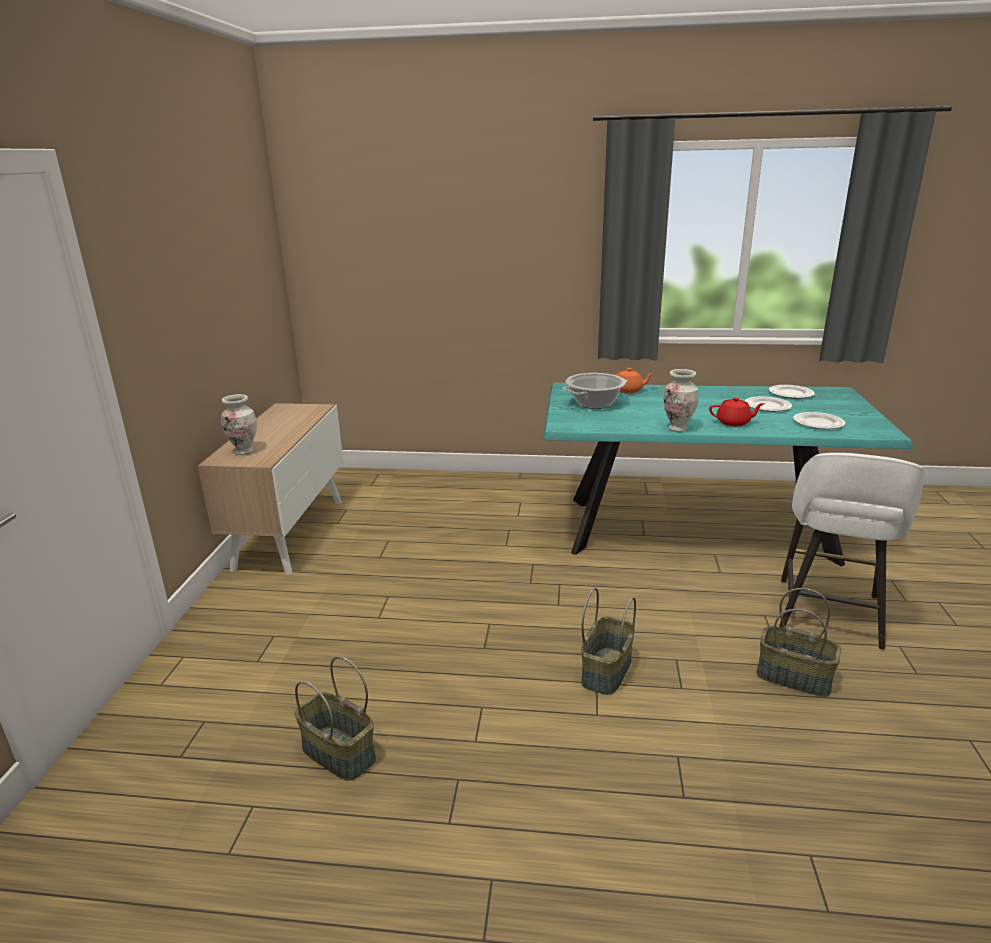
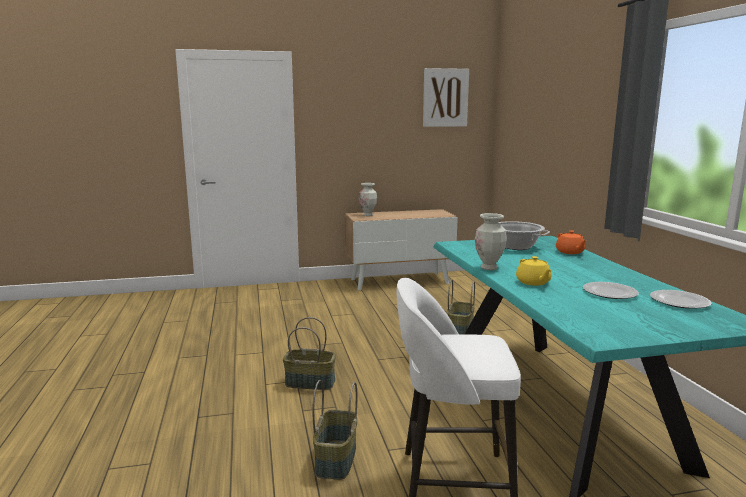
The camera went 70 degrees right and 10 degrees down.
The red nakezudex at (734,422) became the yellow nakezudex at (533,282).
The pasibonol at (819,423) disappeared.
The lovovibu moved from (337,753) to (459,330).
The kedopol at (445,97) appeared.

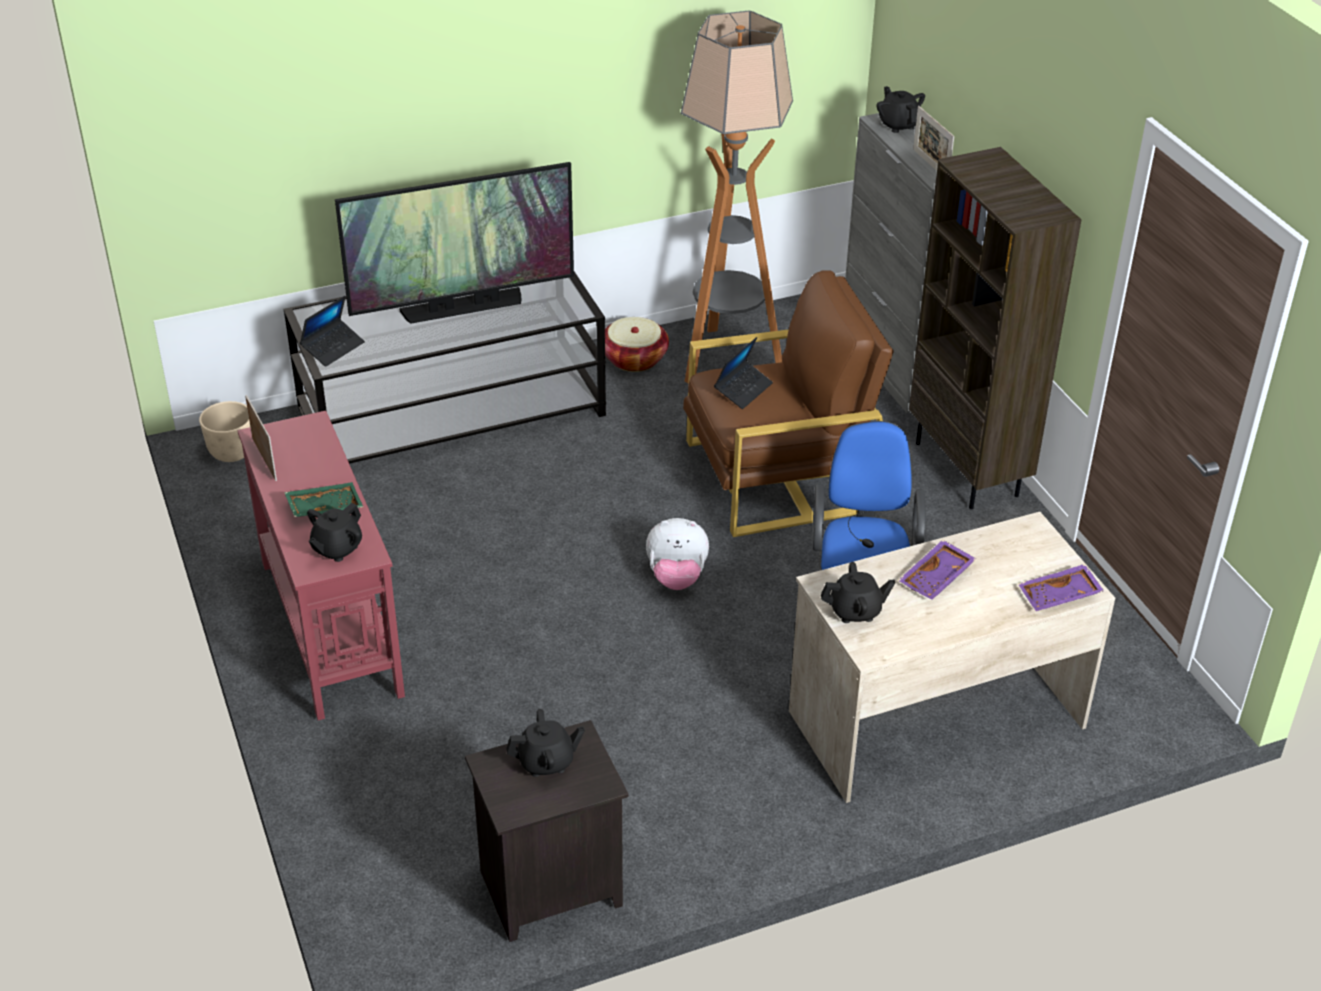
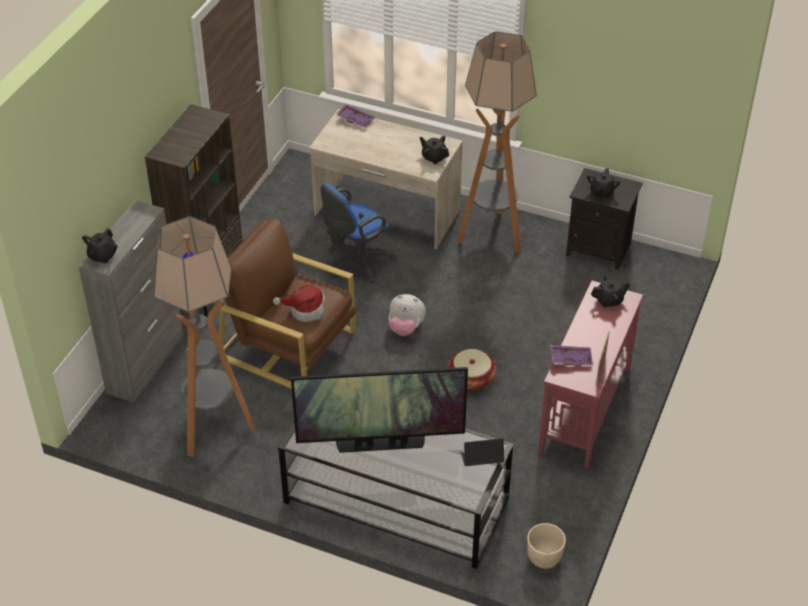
The camera went 135 degrees left and 5 degrees up.
The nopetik at (930,165) disappeared.
The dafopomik at (463,307) turned 150 degrees clockwise.
The lovovibu moved from (634,359) to (471,378).
The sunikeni at (743,389) was replaced by the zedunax at (305,309).
The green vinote at (324,507) disappeared.
The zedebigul at (676,578) turned 150 degrees clockwise.
The purple vinote moved from (937,578) to (570,358).
The black nakezudex at (546,762) turned 105 degrees counterclockwise.
The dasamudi at (492,234) appeared.

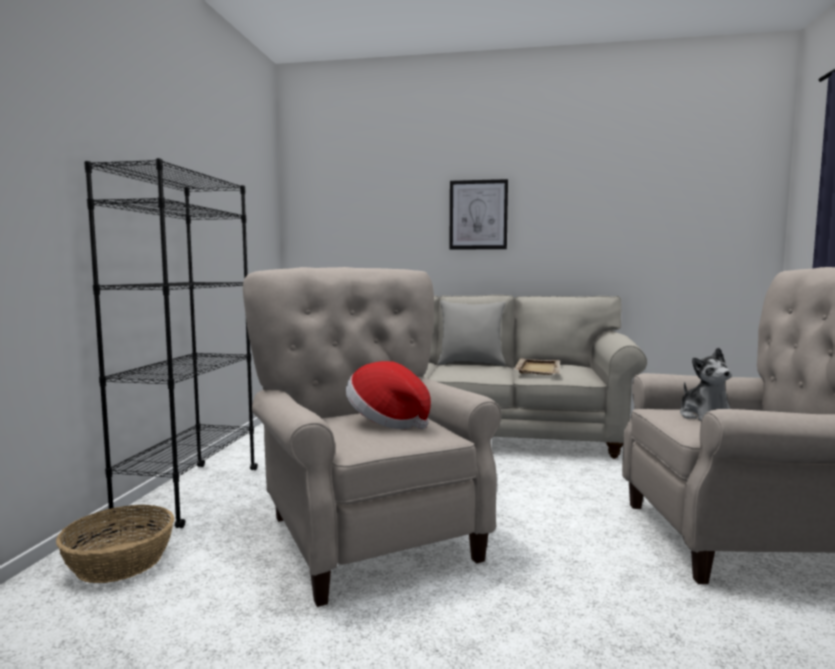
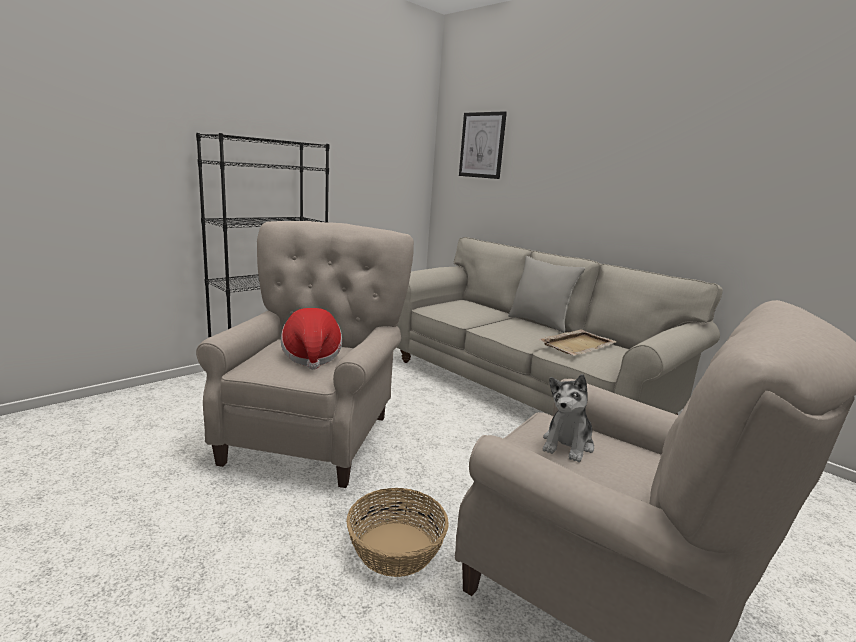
The camera went 35 degrees right and 10 degrees up.
The kedopol moved from (478,215) to (482,145).
The lovovibu moved from (120,562) to (395,549).

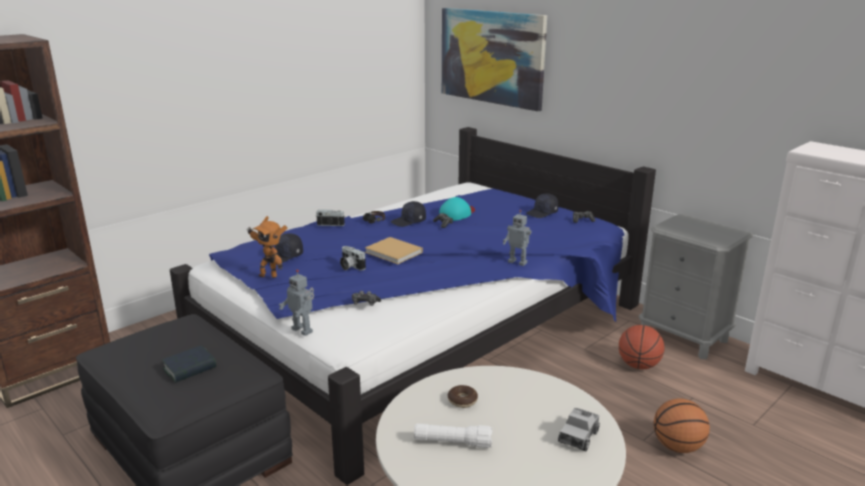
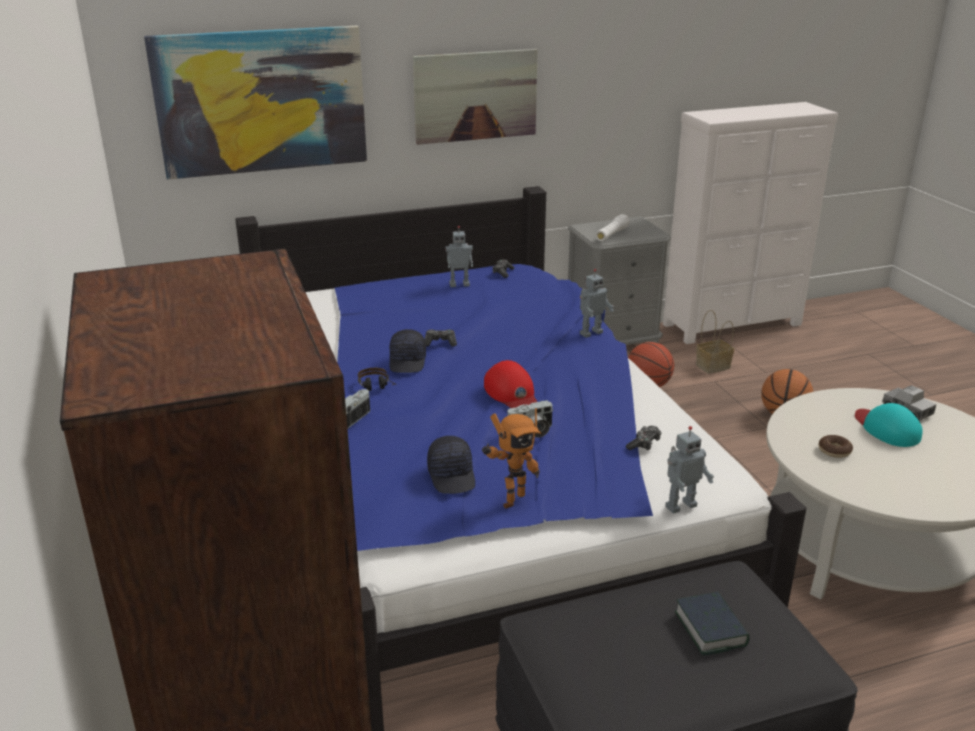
The camera went 65 degrees left and 5 degrees up.
The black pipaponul at (542,213) was replaced by the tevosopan at (459,284).
The turquoise pipaponul moved from (457,214) to (886,429).
The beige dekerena at (395,253) was replaced by the red pipaponul at (511,392).
The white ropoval moved from (453,442) to (611,235).
The kedopol at (475,96) appeared.
The lovovibu at (713,366) appeared.

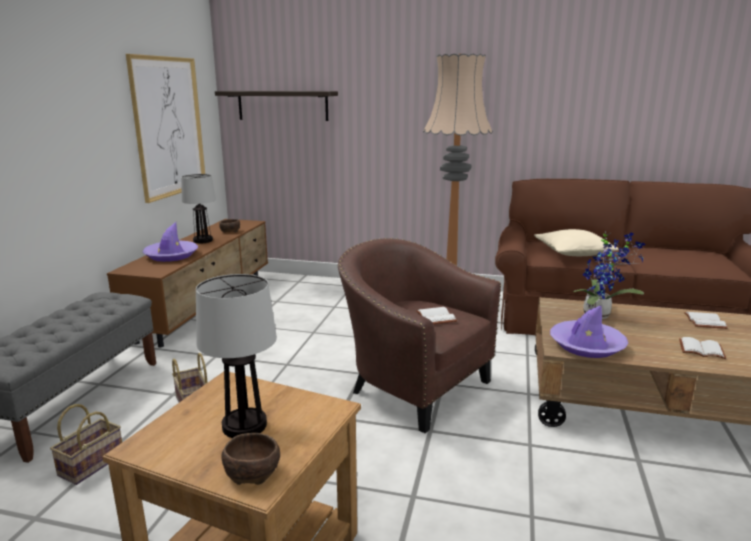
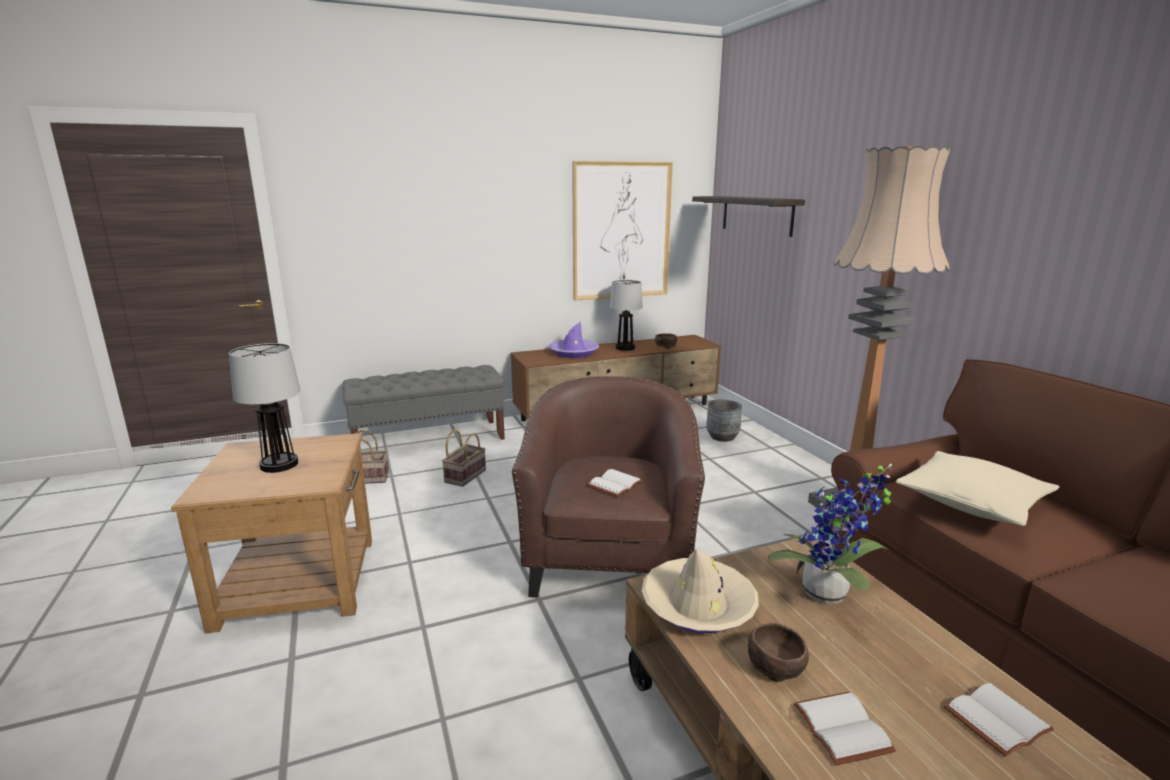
The camera went 55 degrees right and 0 degrees up.
The purple zedunax at (586,345) became the beige zedunax at (698,605).
The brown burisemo moved from (252,471) to (776,665).
The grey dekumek at (722,437) appeared.

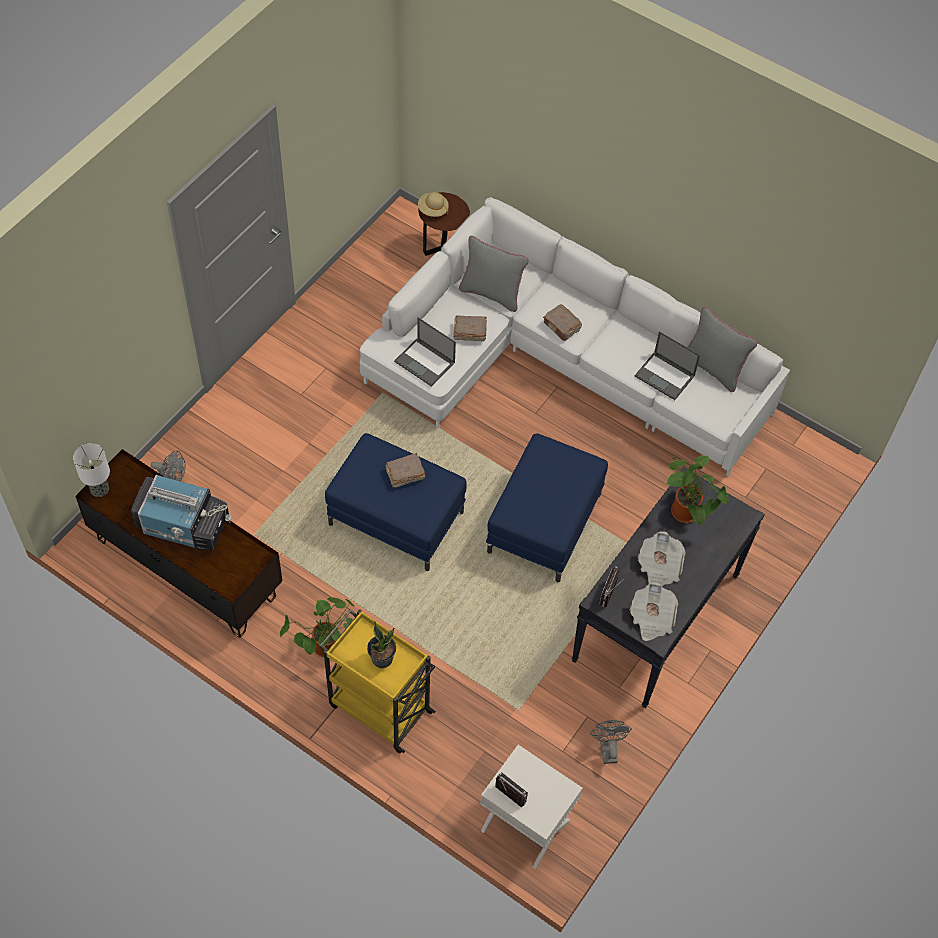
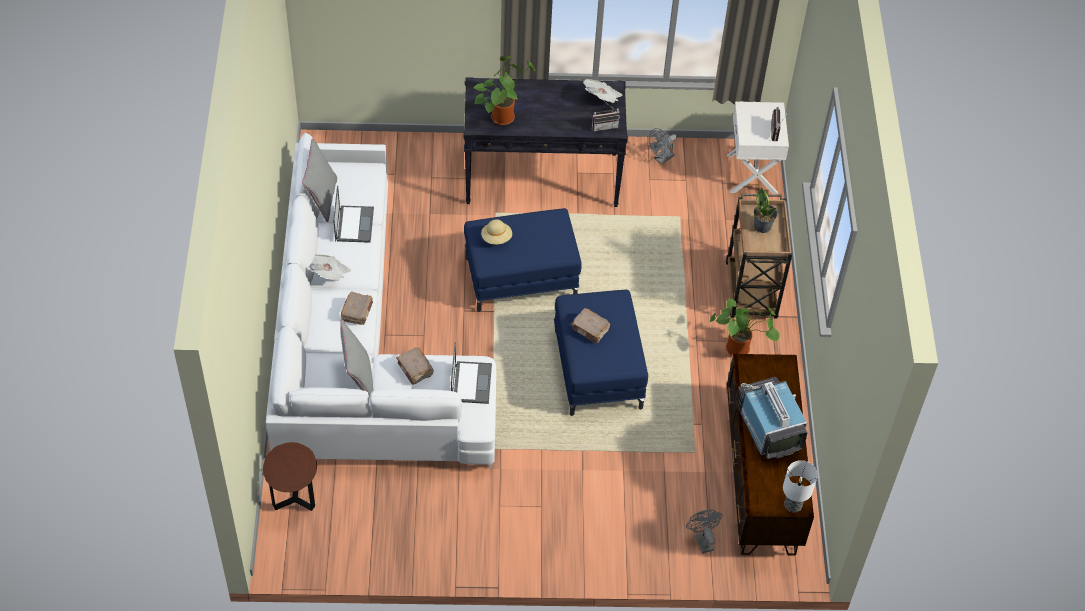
The camera went 125 degrees left and 5 degrees down.
The beige zedunax moved from (433,210) to (496,238).
The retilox moved from (659,567) to (329,273).
The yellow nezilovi at (379,707) became the brown nezilovi at (751,292).

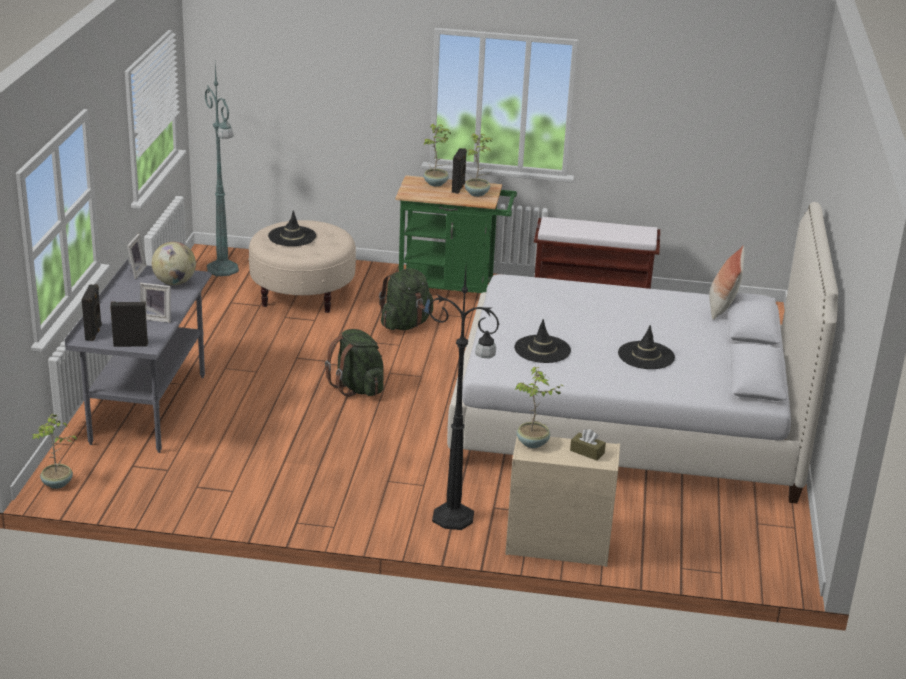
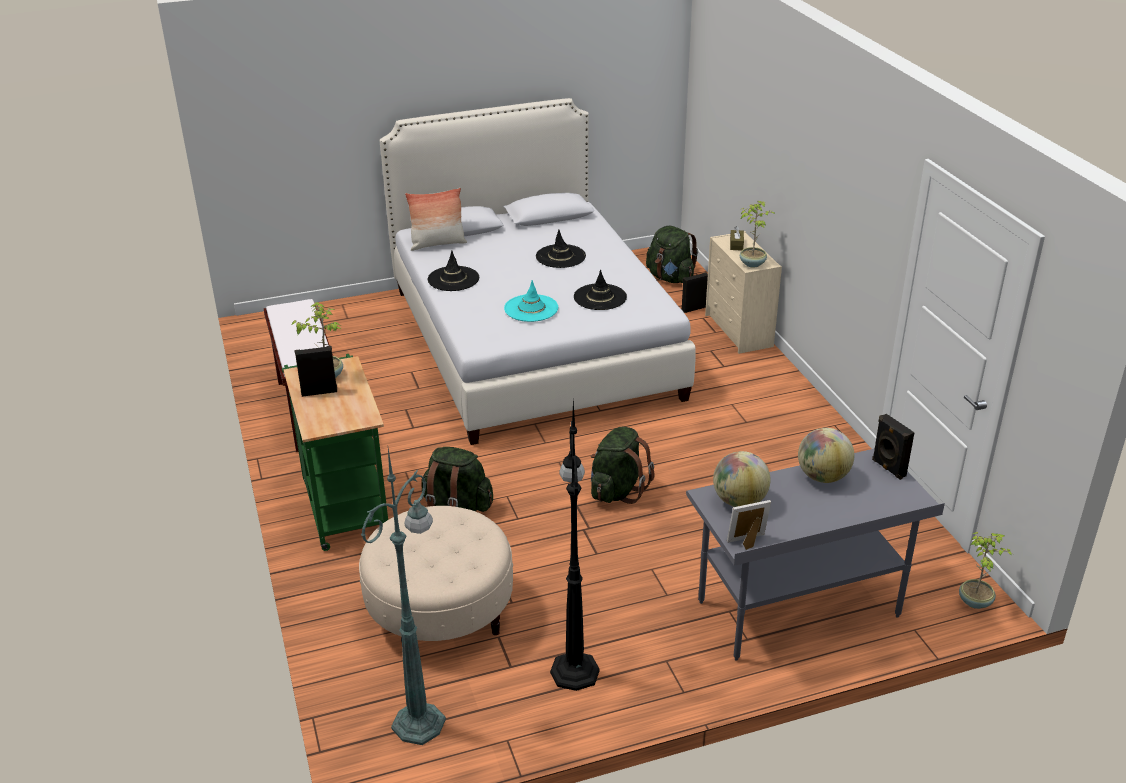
The camera went 115 degrees left and 5 degrees up.
The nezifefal at (436,184) disappeared.
The black zedunax moved from (292,236) to (453,279).
The black dasamudi moved from (455,518) to (575,669).
The nopetik at (157,318) was replaced by the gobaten at (822,476).
The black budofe moved from (94,333) to (693,308).
The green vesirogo at (670,278) appeared.
The turquoise zedunax at (531,308) appeared.

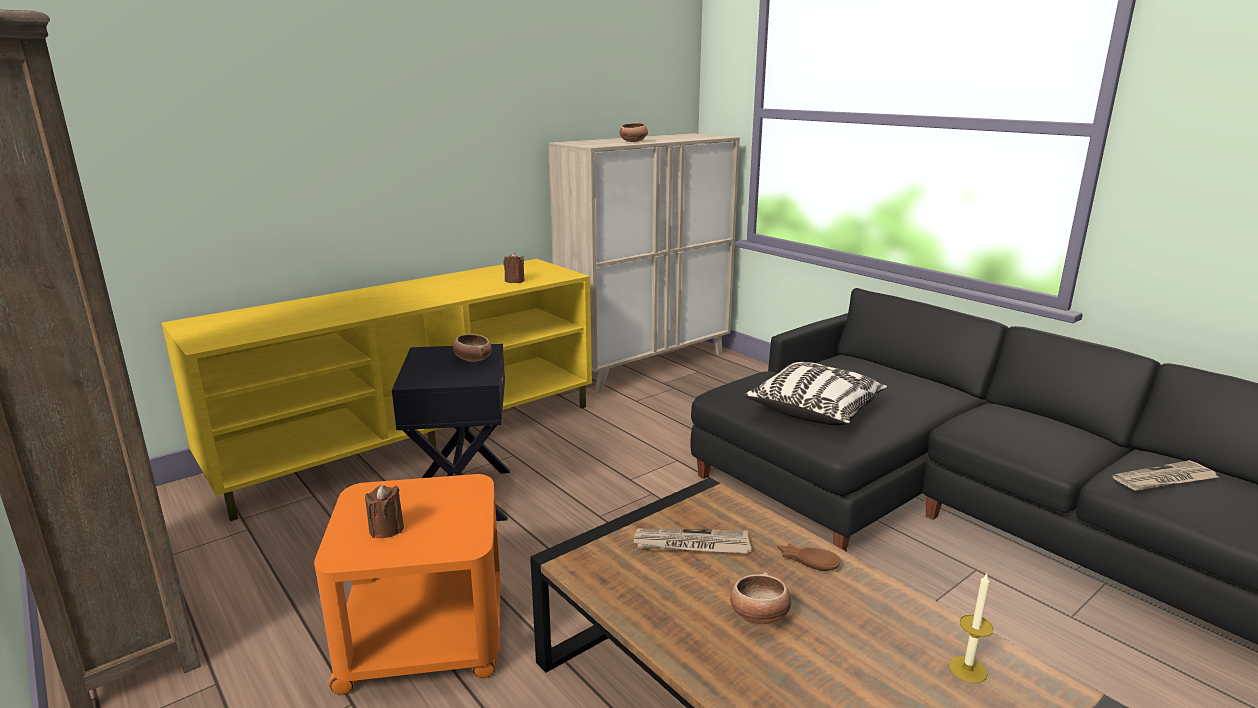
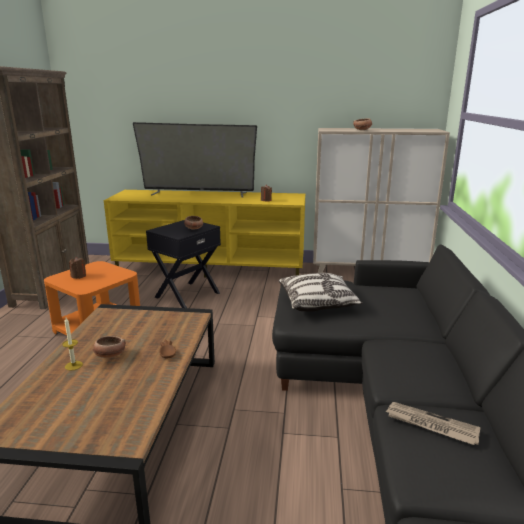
The camera went 45 degrees right and 0 degrees up.
The retilox at (691,545) disappeared.
The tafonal moved from (967,669) to (73,365).
The dafopomik at (198,194) appeared.

